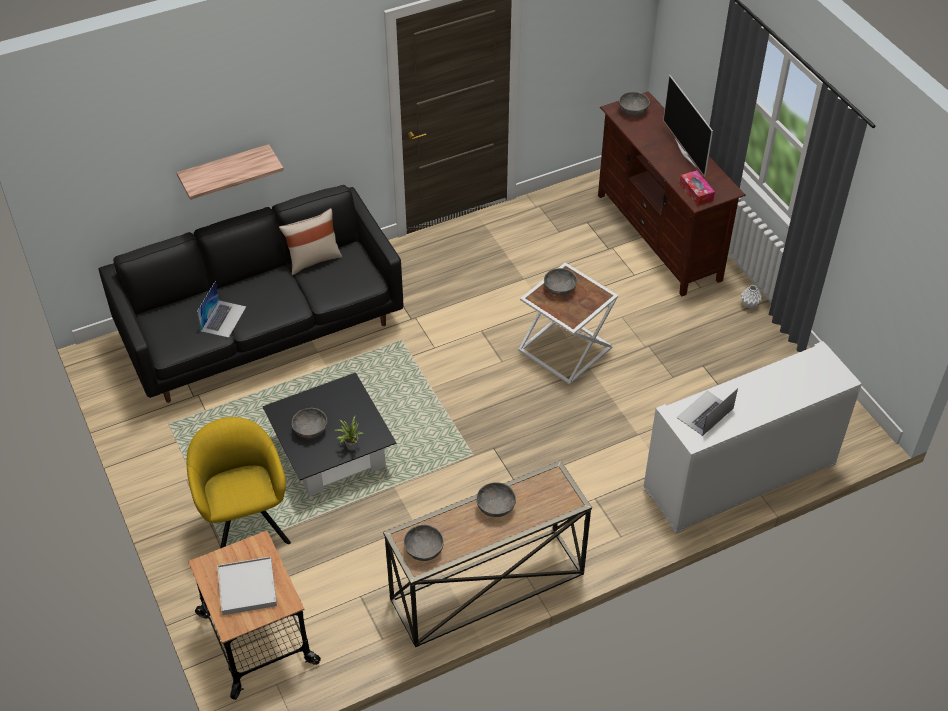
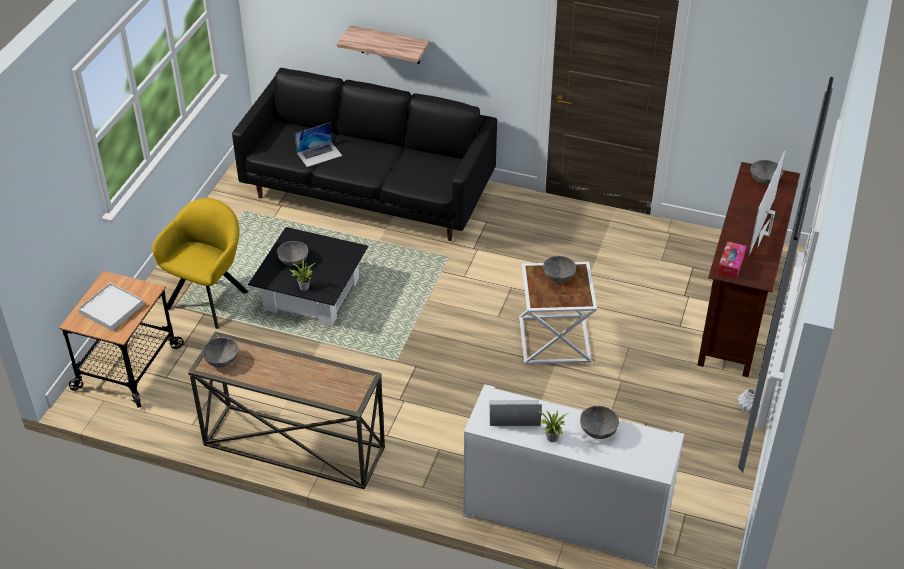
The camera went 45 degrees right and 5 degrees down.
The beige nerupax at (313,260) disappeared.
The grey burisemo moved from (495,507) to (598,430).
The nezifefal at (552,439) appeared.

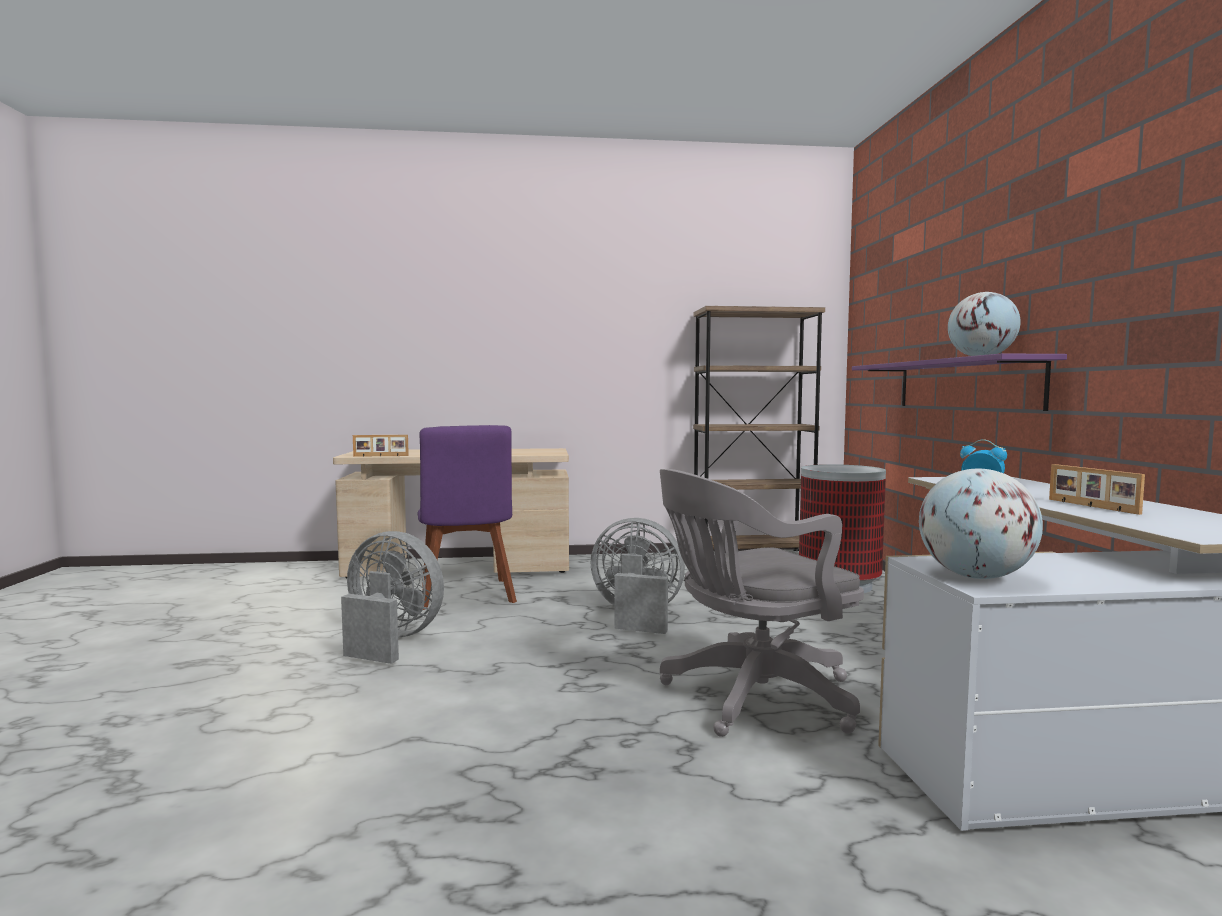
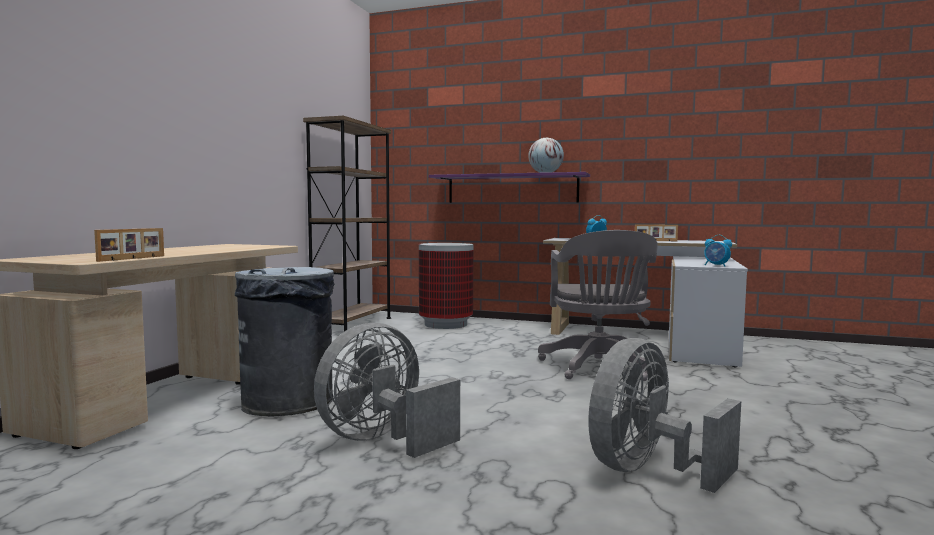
The camera went 65 degrees left and 0 degrees up.
The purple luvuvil at (467,596) was replaced by the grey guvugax at (289,402).
The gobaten at (975,577) was replaced by the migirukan at (716,265).
The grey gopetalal moved from (637,616) to (647,471).

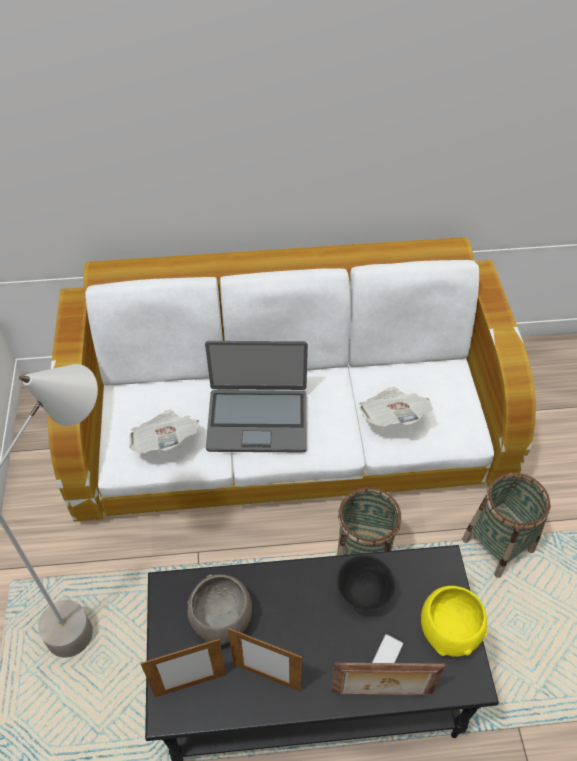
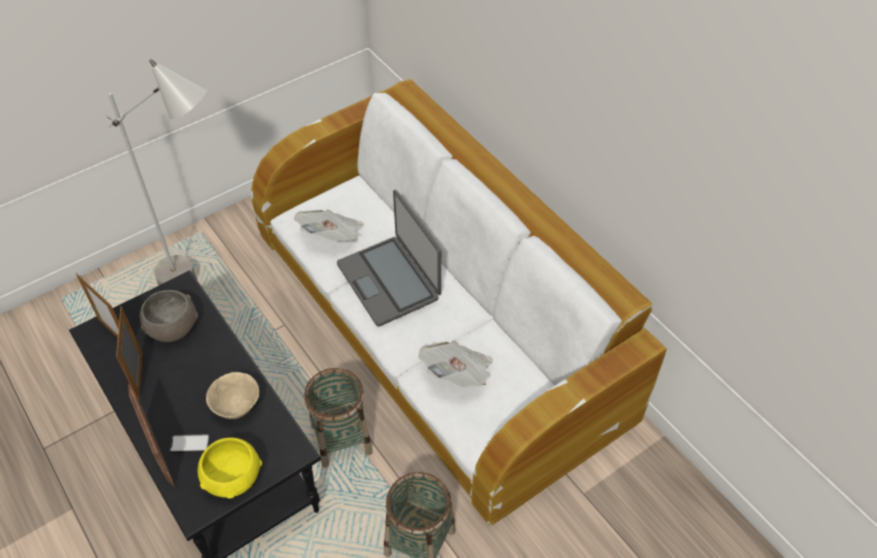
The camera went 60 degrees right and 0 degrees up.
The black burisemo at (363,594) became the beige burisemo at (237,407).

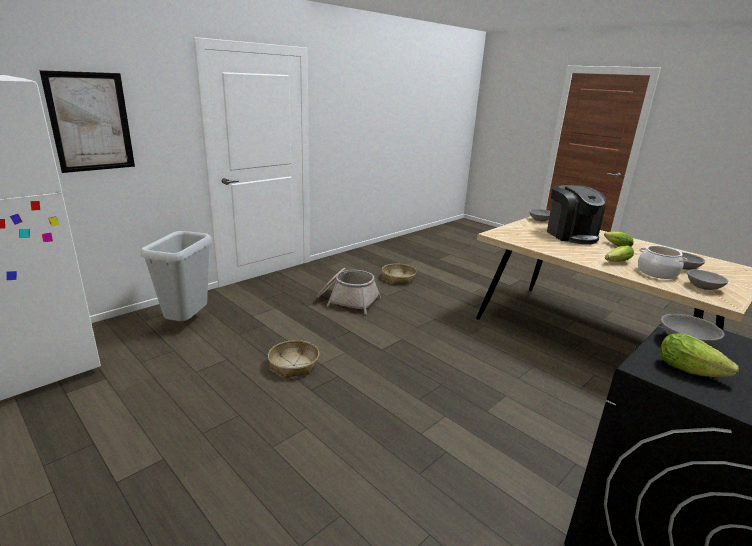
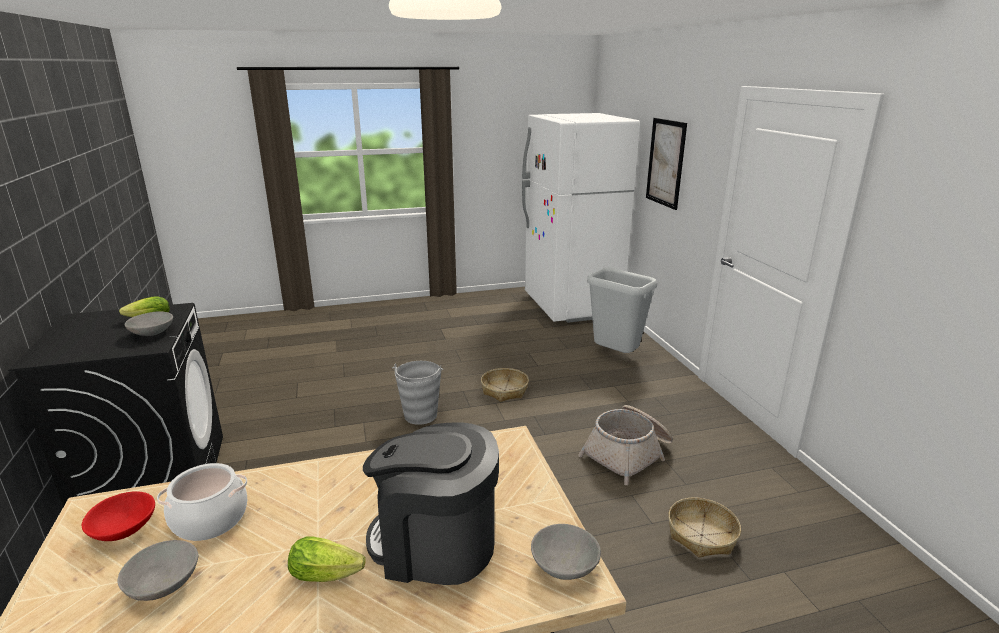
The camera went 120 degrees right and 0 degrees up.
The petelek at (615,262) disappeared.
The grey burisemo at (703,287) became the red burisemo at (125,529).
The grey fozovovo at (420,415) appeared.

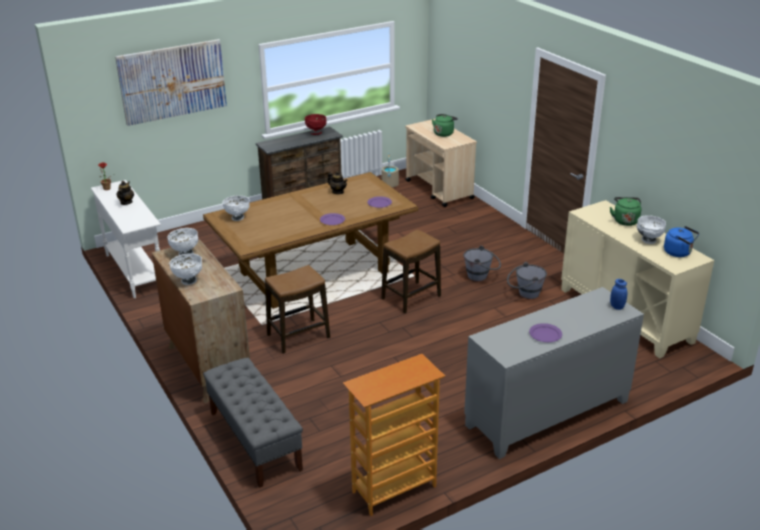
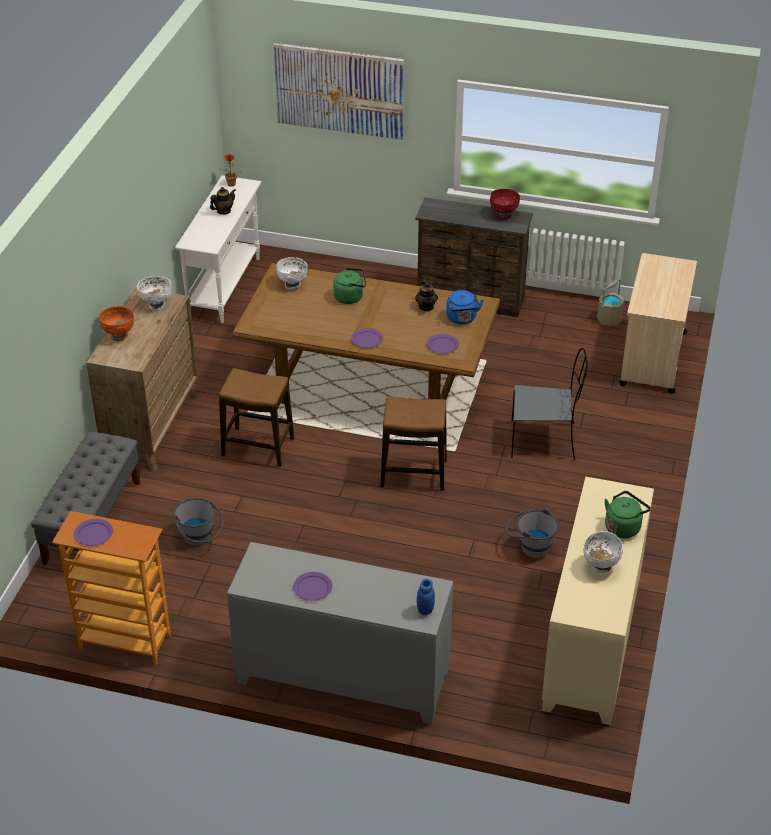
The camera went 45 degrees right and 10 degrees up.
The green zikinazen moved from (444,133) to (350,297).
The blue zikinazen moved from (679,253) to (462,319).
The grey fozovovo moved from (481,276) to (200,540).
The white burisemo at (188,280) became the orange burisemo at (119,336).
The grey luvuvil at (545,440) appeared.
The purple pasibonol at (94,534) appeared.

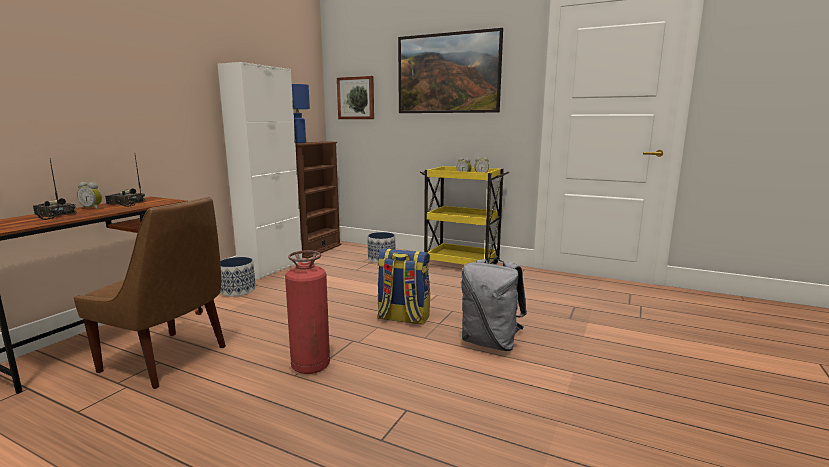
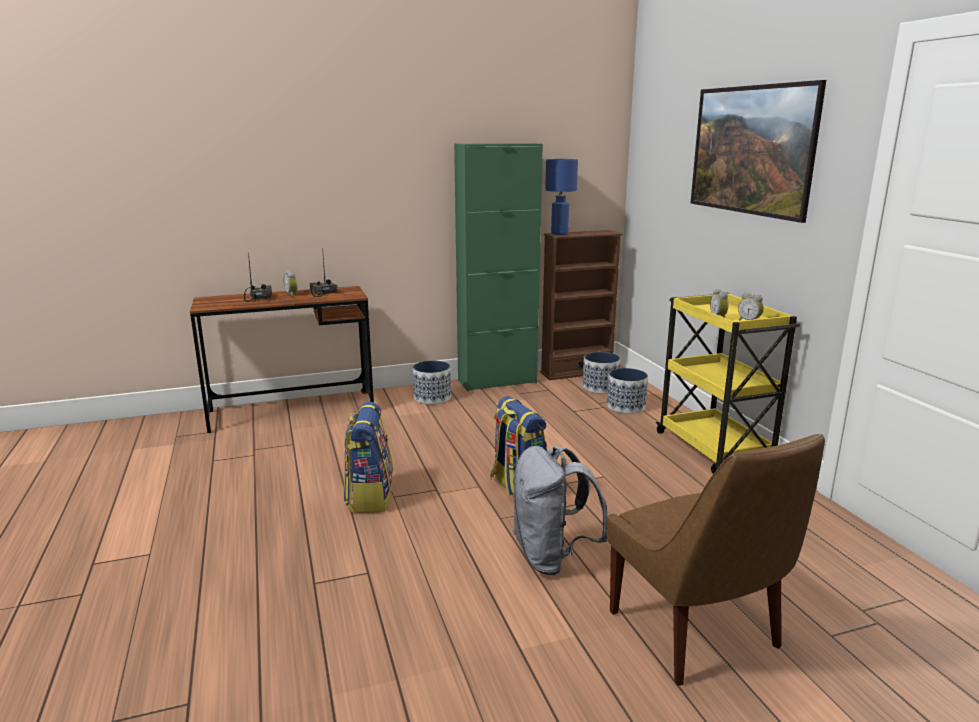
The camera went 45 degrees right and 5 degrees up.
The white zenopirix at (271,268) became the green zenopirix at (497,381).
The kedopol at (356,98) disappeared.
The brown luvuvil moved from (168,360) to (697,633).
The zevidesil at (310,366) was replaced by the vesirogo at (369,497).
The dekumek at (600,387) appeared.

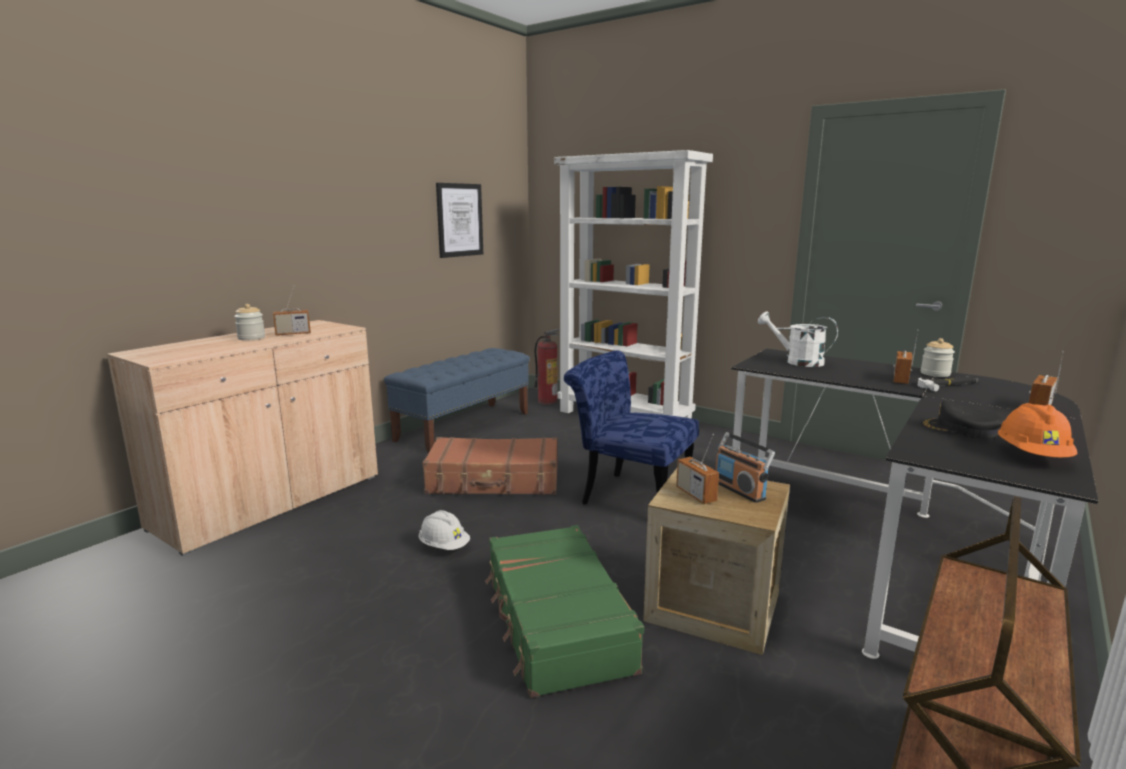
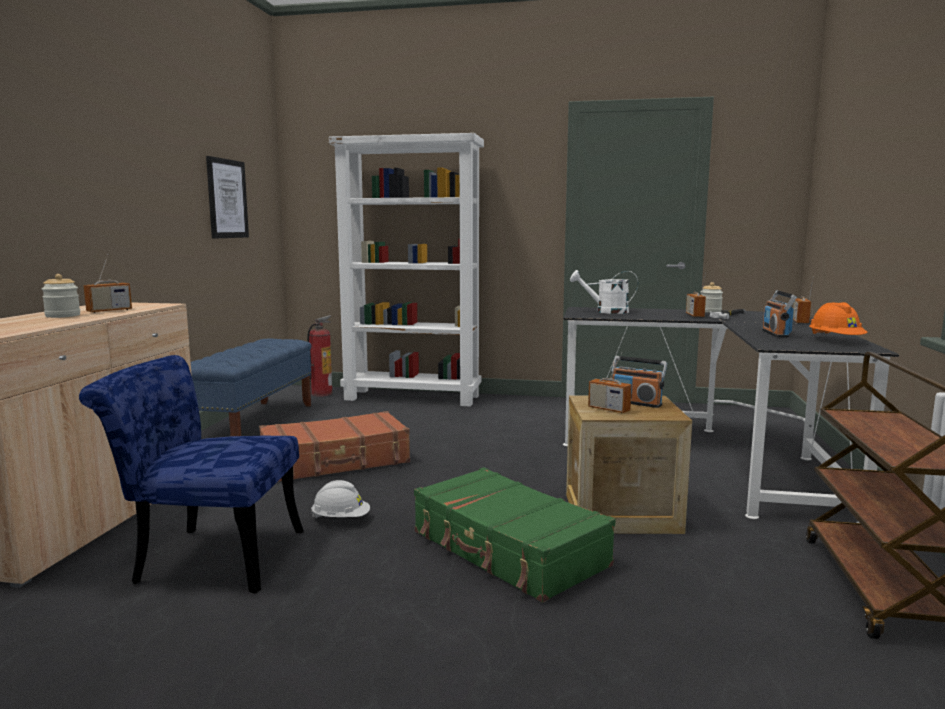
The camera went 25 degrees left and 5 degrees down.
The blue luvuvil moved from (629,495) to (207,557).
The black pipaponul at (960,429) was replaced by the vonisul at (776,334).

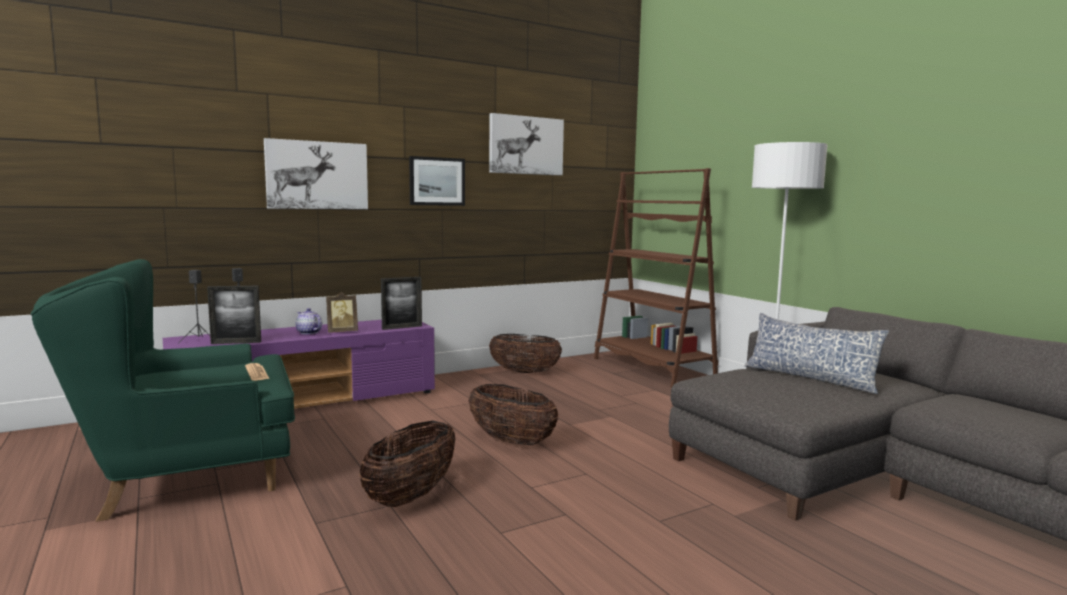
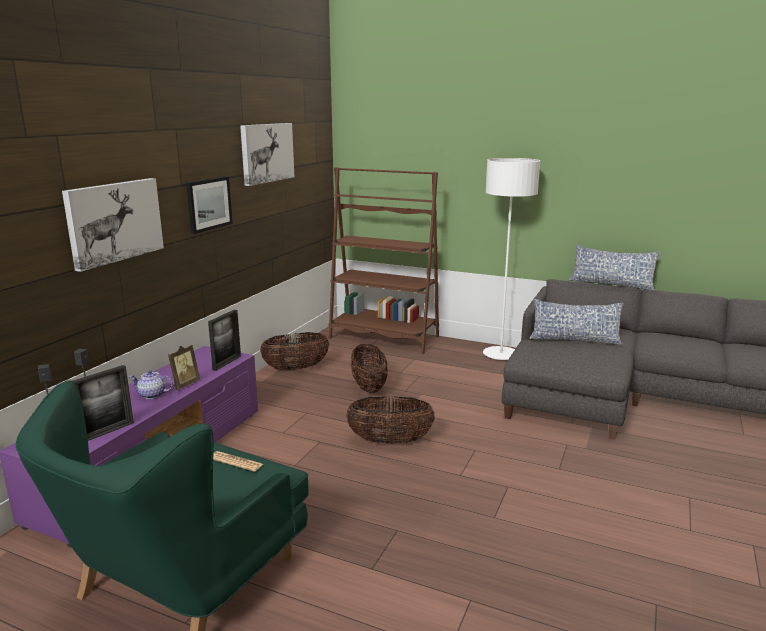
The camera went 35 degrees left and 10 degrees up.
The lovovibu moved from (411,496) to (369,387).
The nerupax at (611,284) appeared.

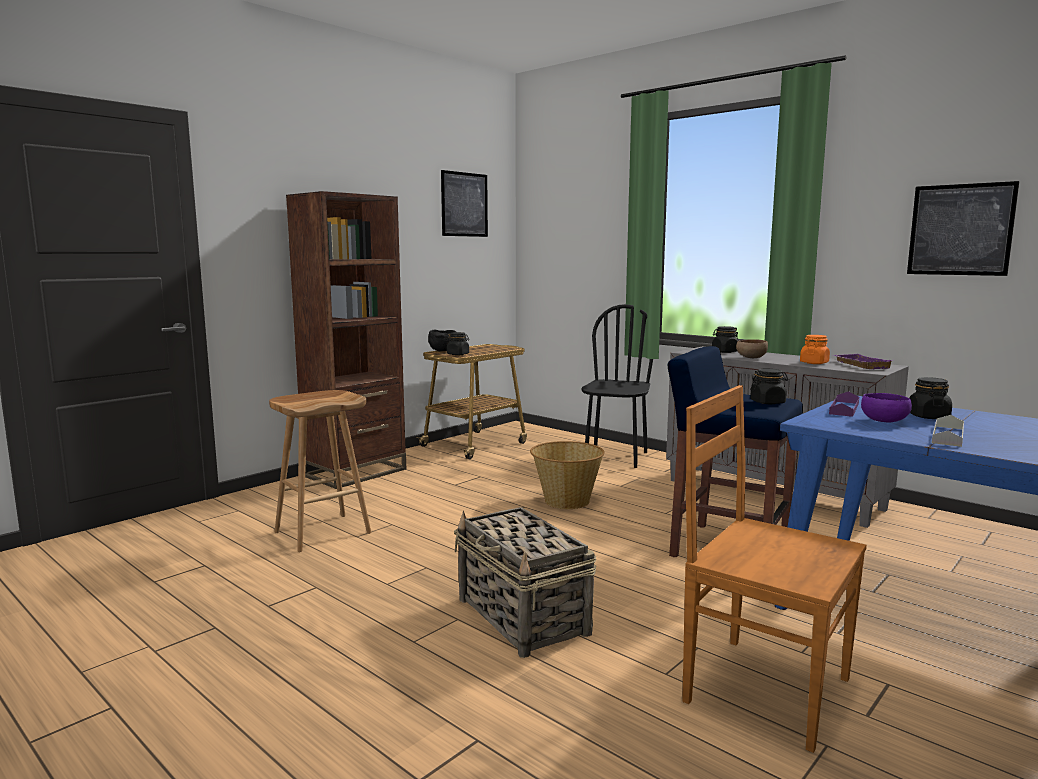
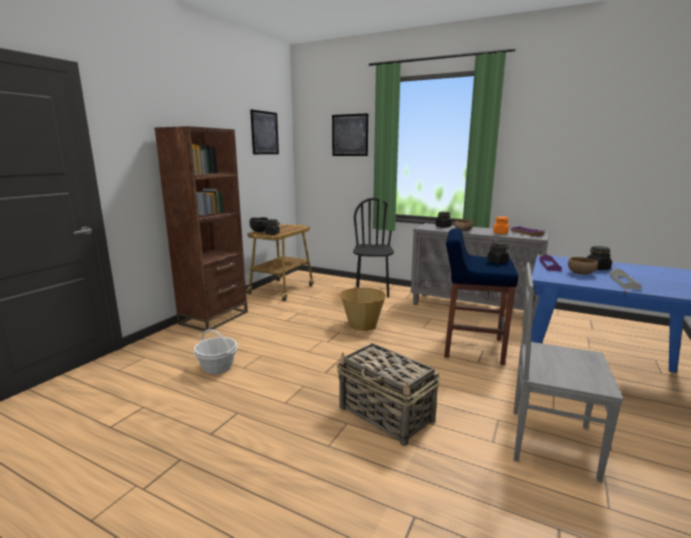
The camera went 15 degrees left and 5 degrees up.
The kedopol moved from (960,230) to (350,135).
The brown luvuvil at (762,687) became the grey luvuvil at (548,441).
The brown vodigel at (323,532) was replaced by the lovovibu at (217,367).
The purple burisemo at (884,421) became the brown burisemo at (580,273).

